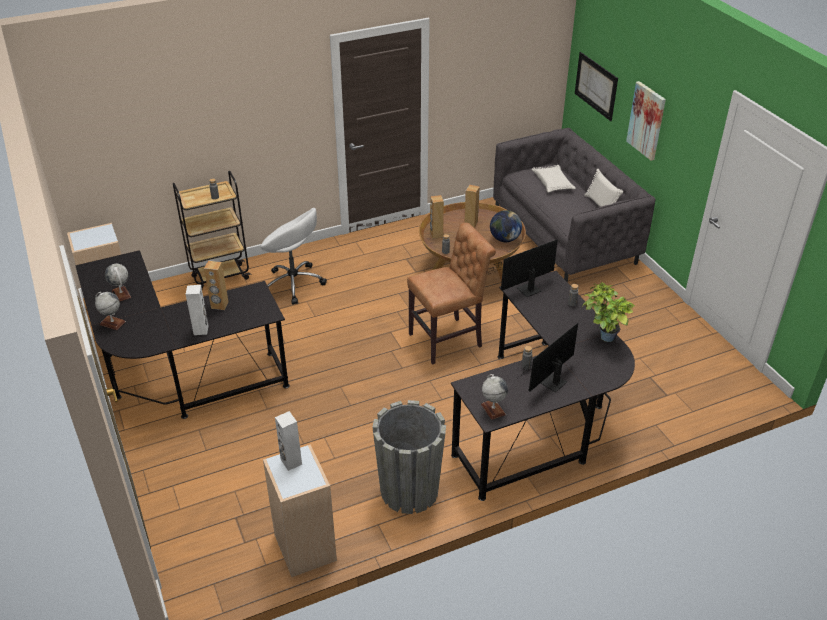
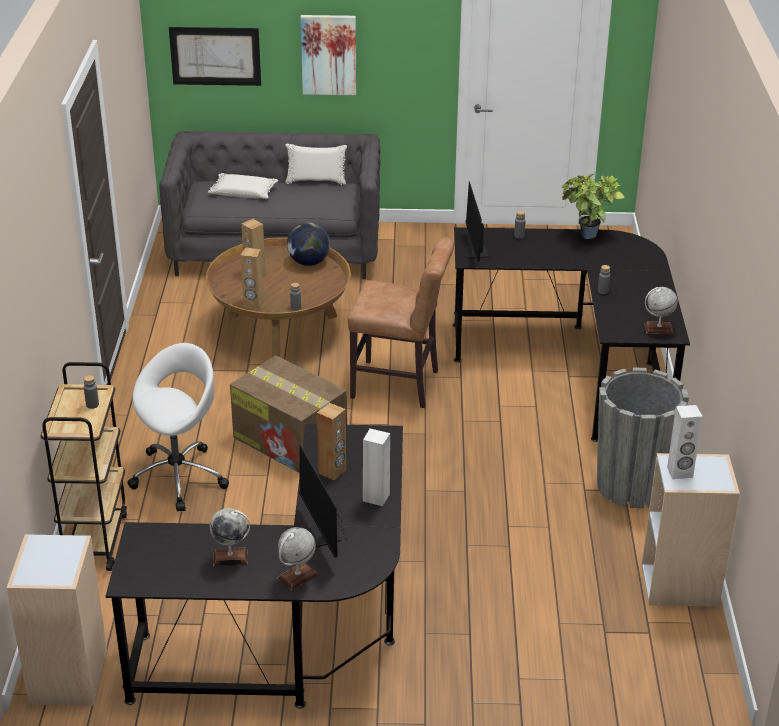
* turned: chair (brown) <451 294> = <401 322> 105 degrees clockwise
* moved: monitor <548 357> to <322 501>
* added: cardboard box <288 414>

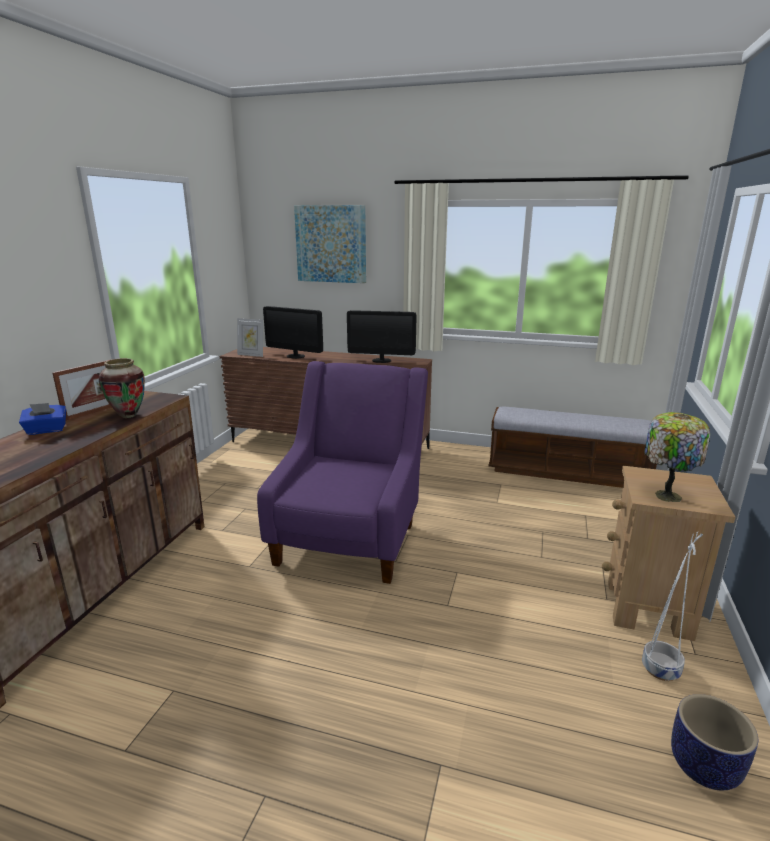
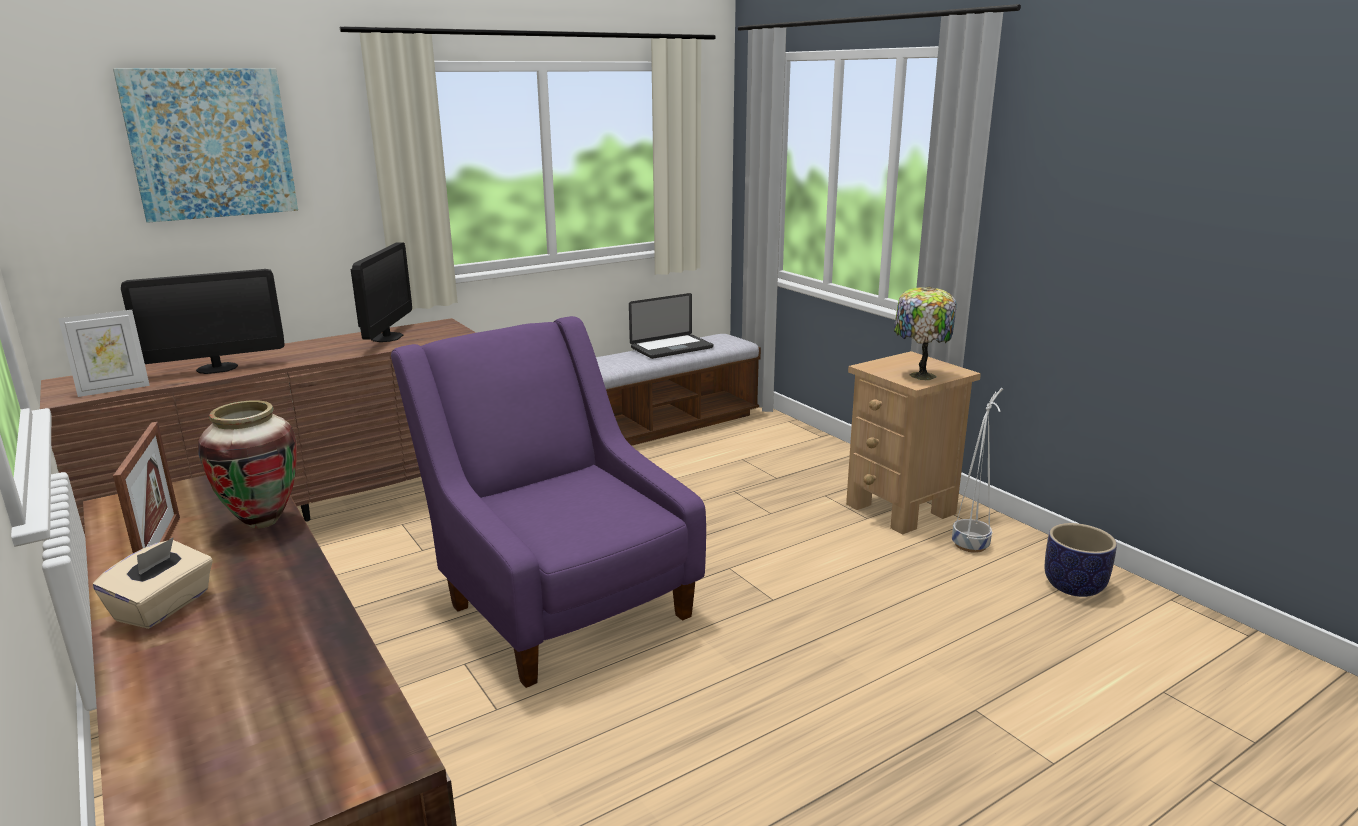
* recoloured: tissue box (blue) <42 419> to tissue box (beige) <153 583>
* turned: monitor <382 336> = <381 292> 45 degrees counterclockwise
* added: laptop <671 326>

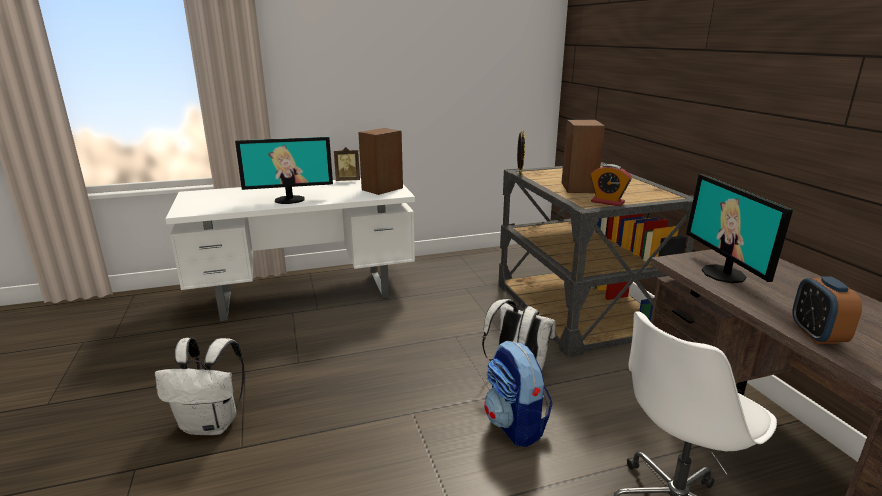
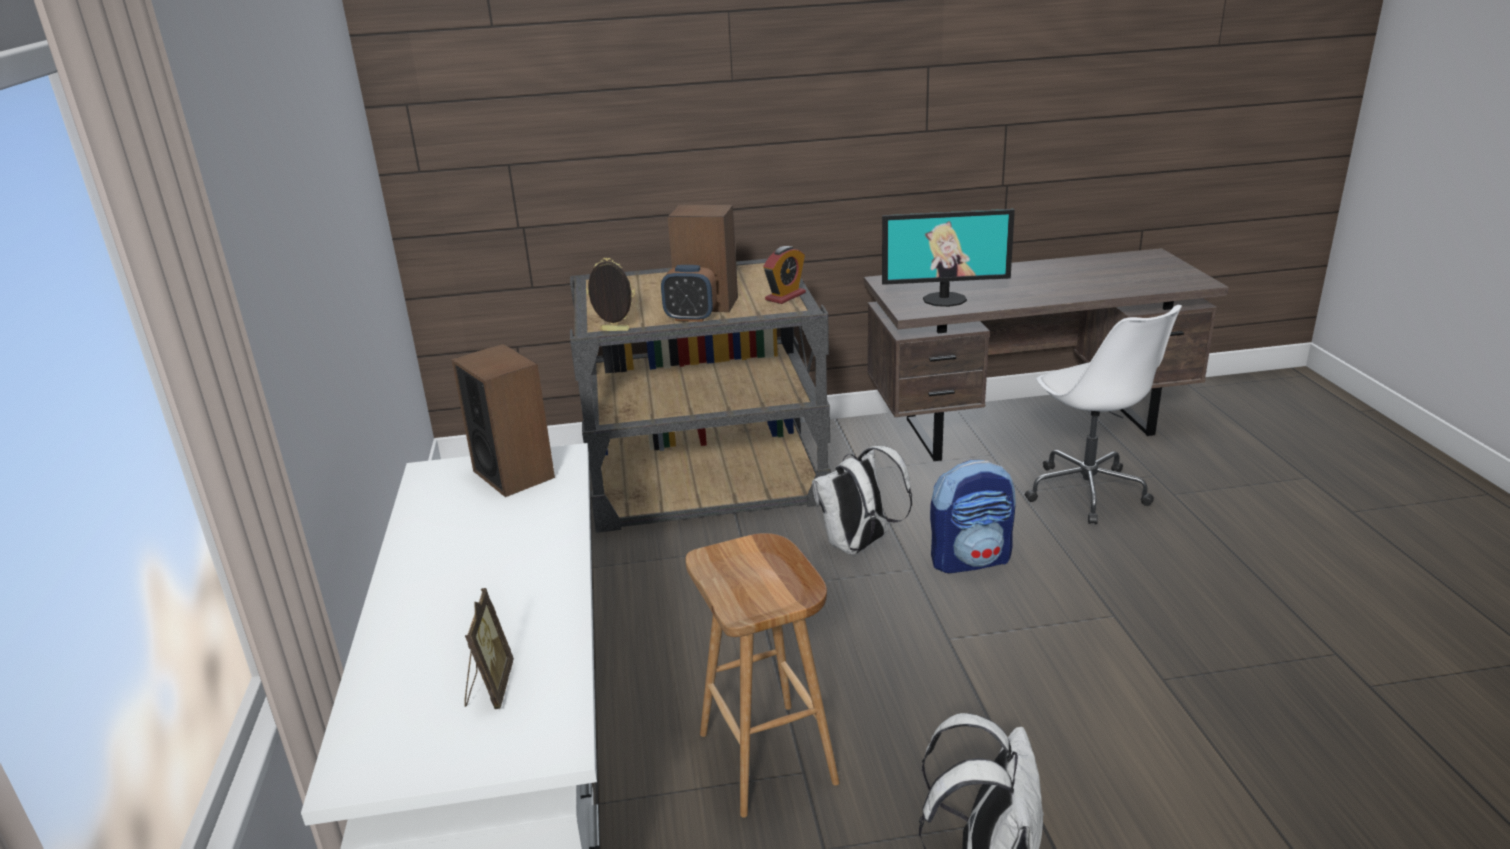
* removed: monitor <284 170>
* moved: picture frame <347 164> to <489 648>
* moved: alarm clock <827 310> to <689 293>
* added: stool (brown) <762 675>

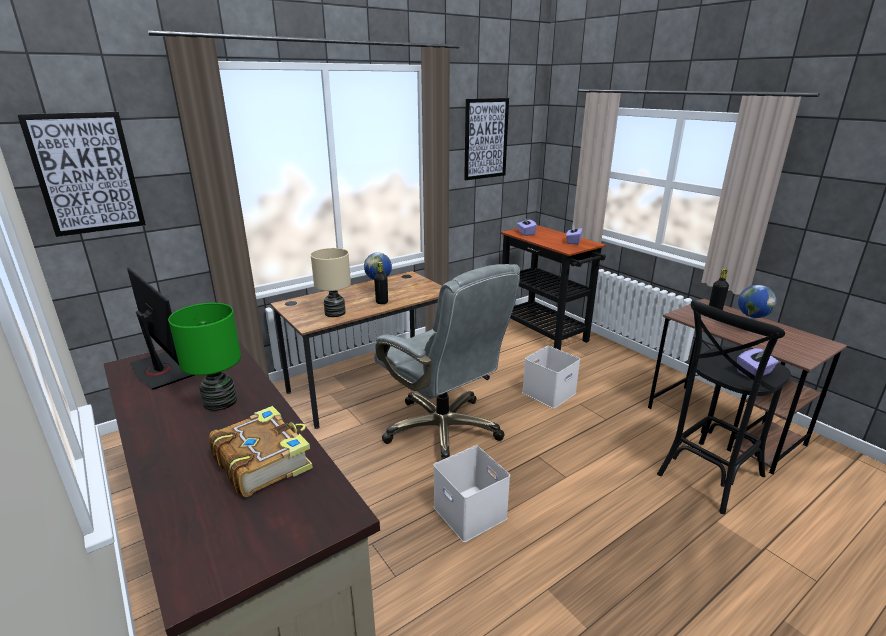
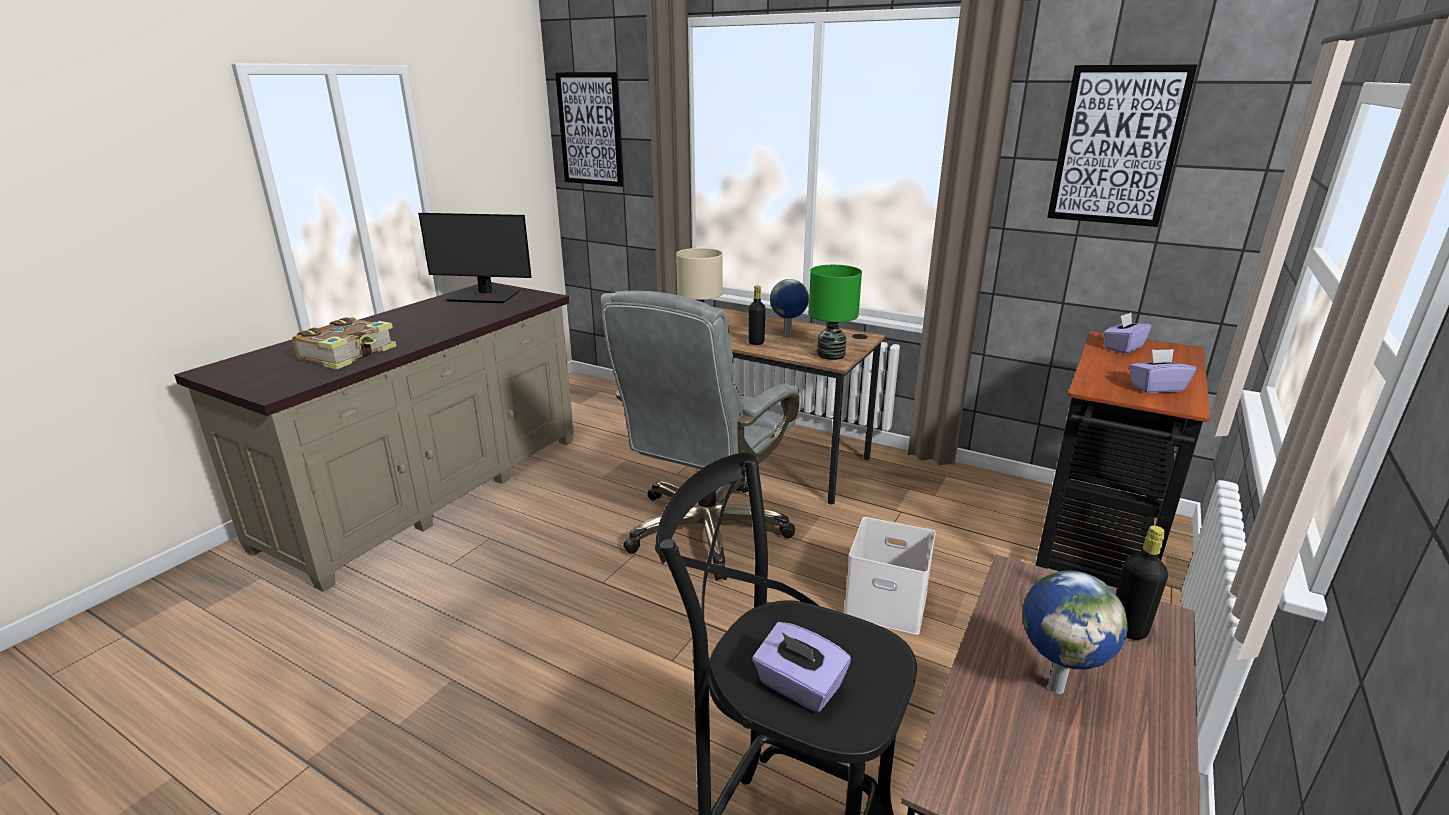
* turned: monitor <161 329> = <475 258> 75 degrees clockwise
* moved: table lamp (green) <204 357> to <835 312>
* removed: storage box (white) <471 493>

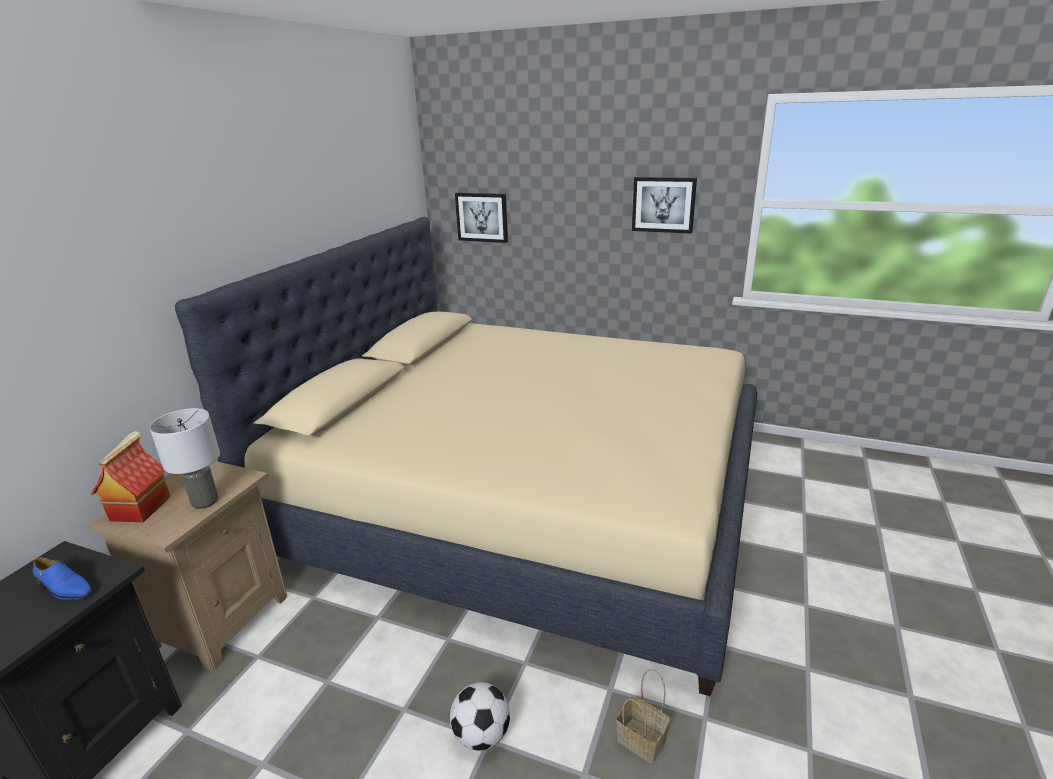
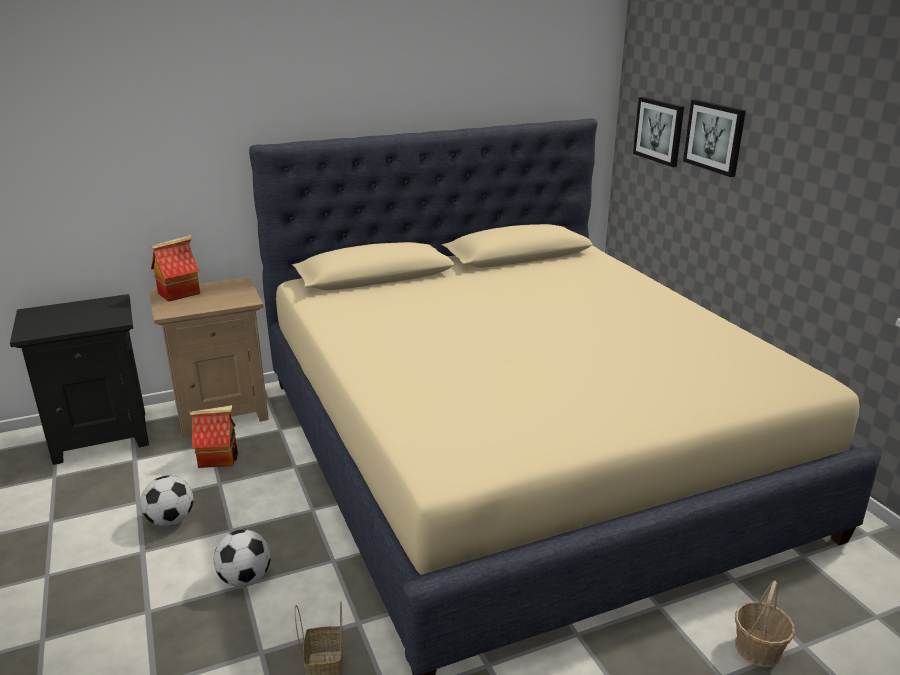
* removed: shoe (blue) <62 578>
* removed: table lamp (white) <184 458>
* moved: picture <664 205> to <714 138>
* added: football <166 501>
* added: toy house <213 436>
* added: basket <765 624>

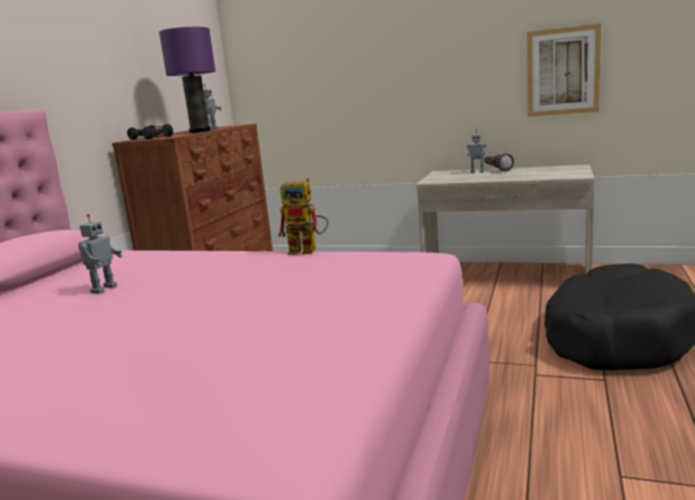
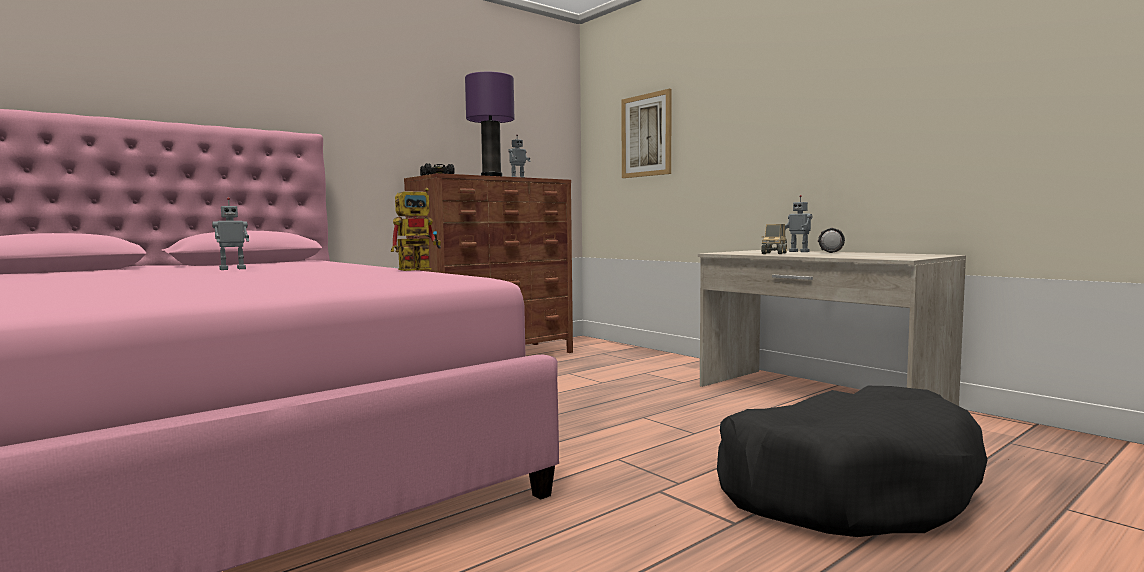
* turned: toy robot <303 216> = <416 229> 75 degrees counterclockwise
* moved: picture <564 70> to <646 133>
* added: toy truck <774 239>

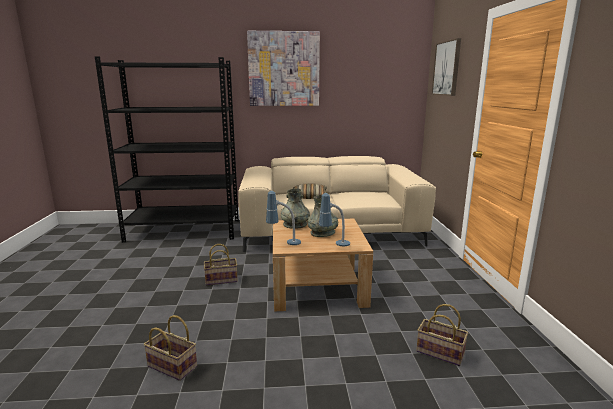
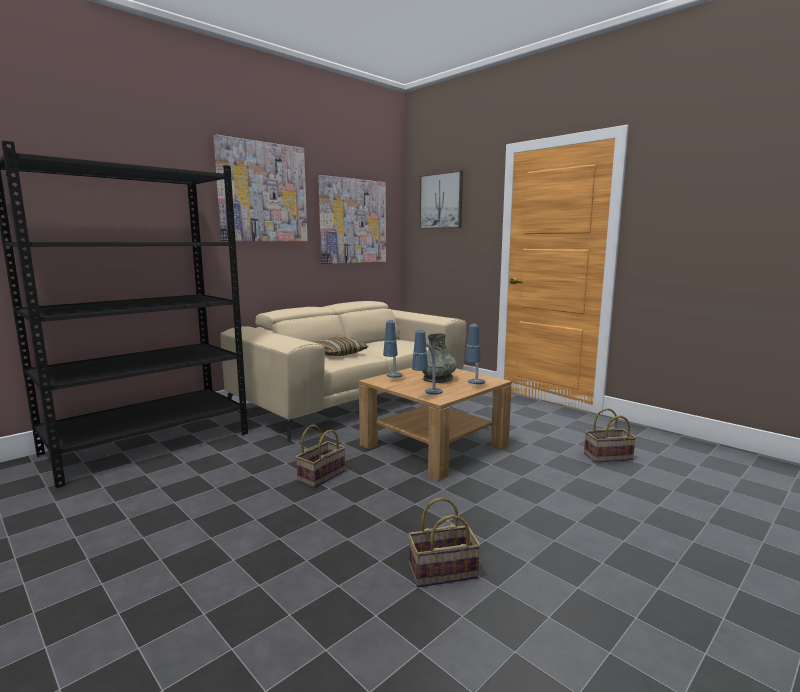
* replaced: vase (grey) <295 208> to table lamp <392 349>
* added: picture <352 219>

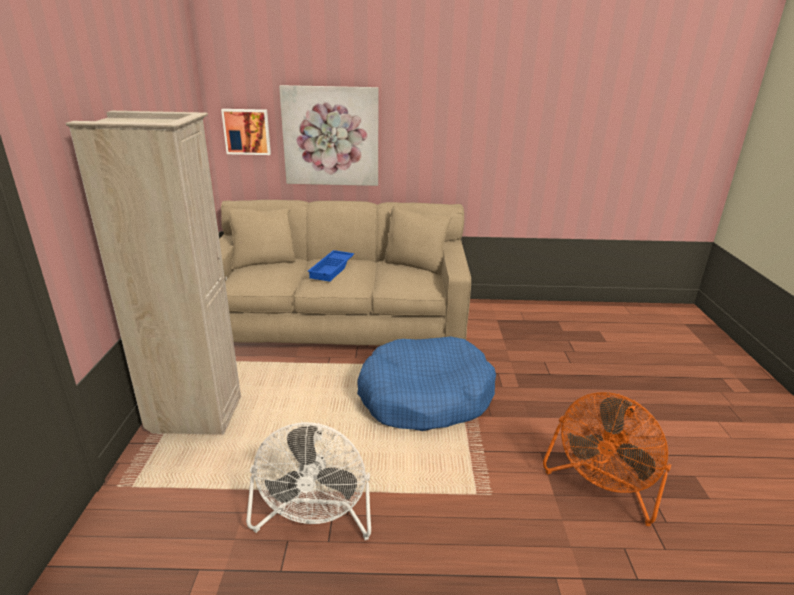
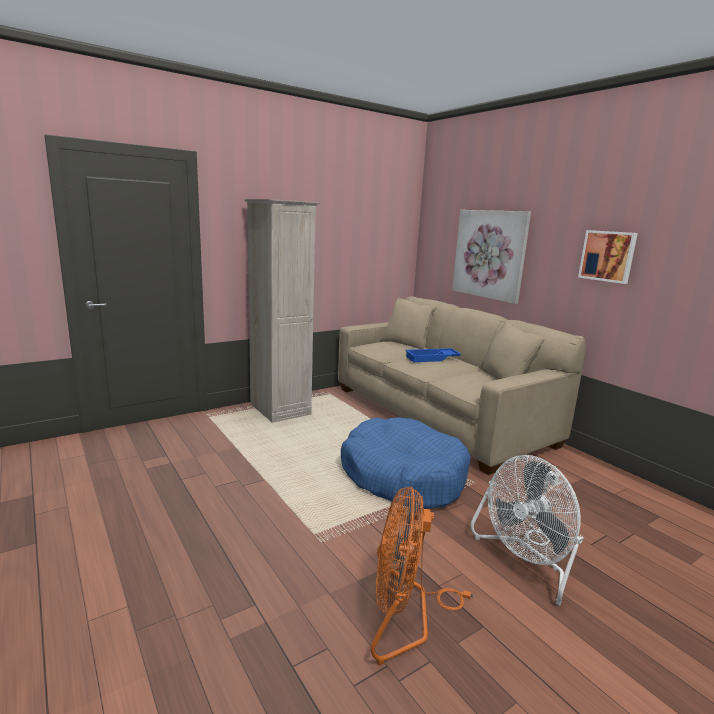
* moved: picture <246 132> to <608 257>
* moved: fan (white) <308 481> to <527 530>

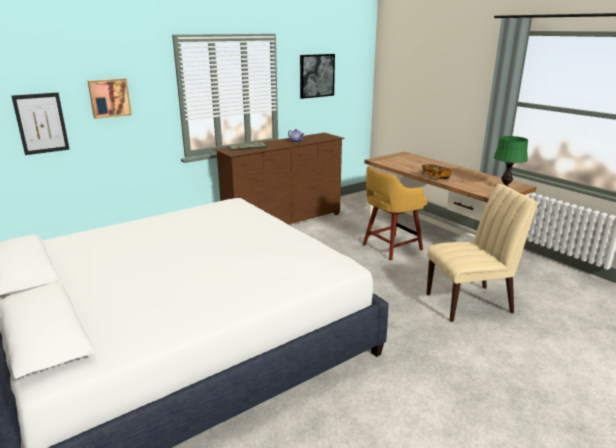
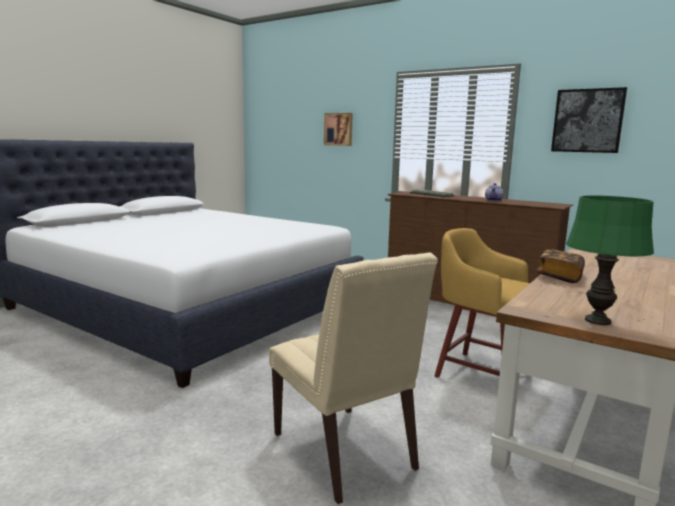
* removed: picture <40 124>

